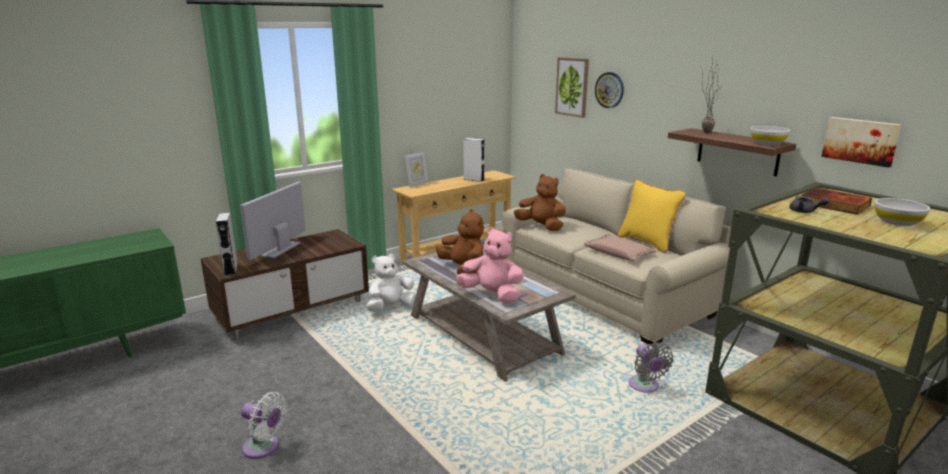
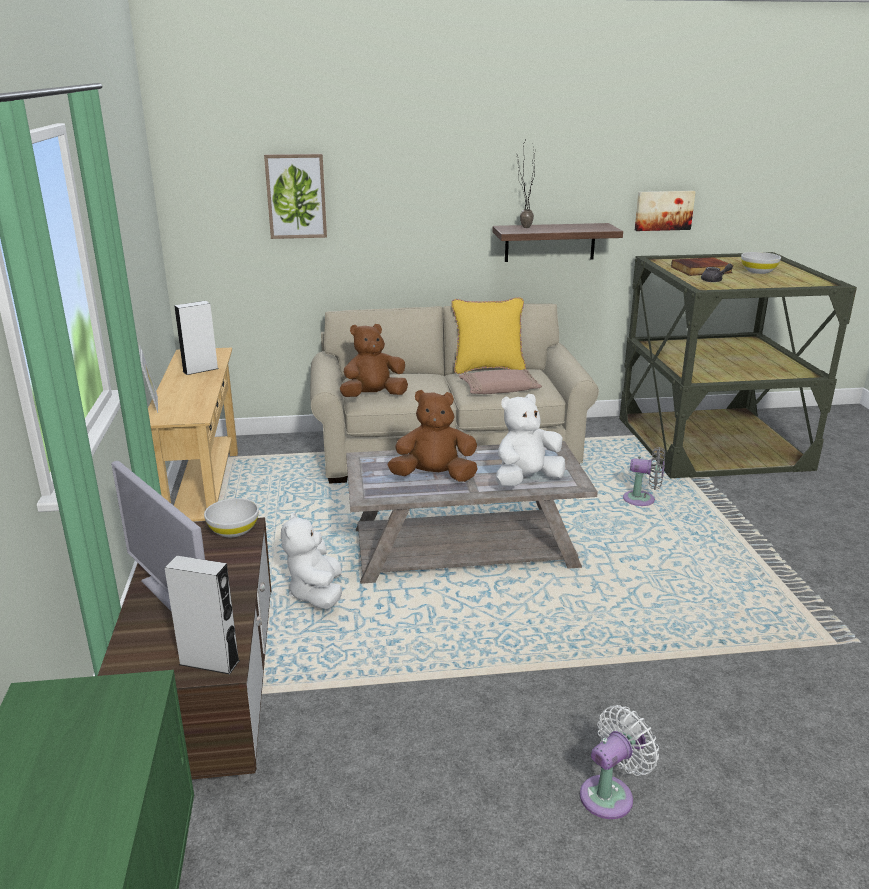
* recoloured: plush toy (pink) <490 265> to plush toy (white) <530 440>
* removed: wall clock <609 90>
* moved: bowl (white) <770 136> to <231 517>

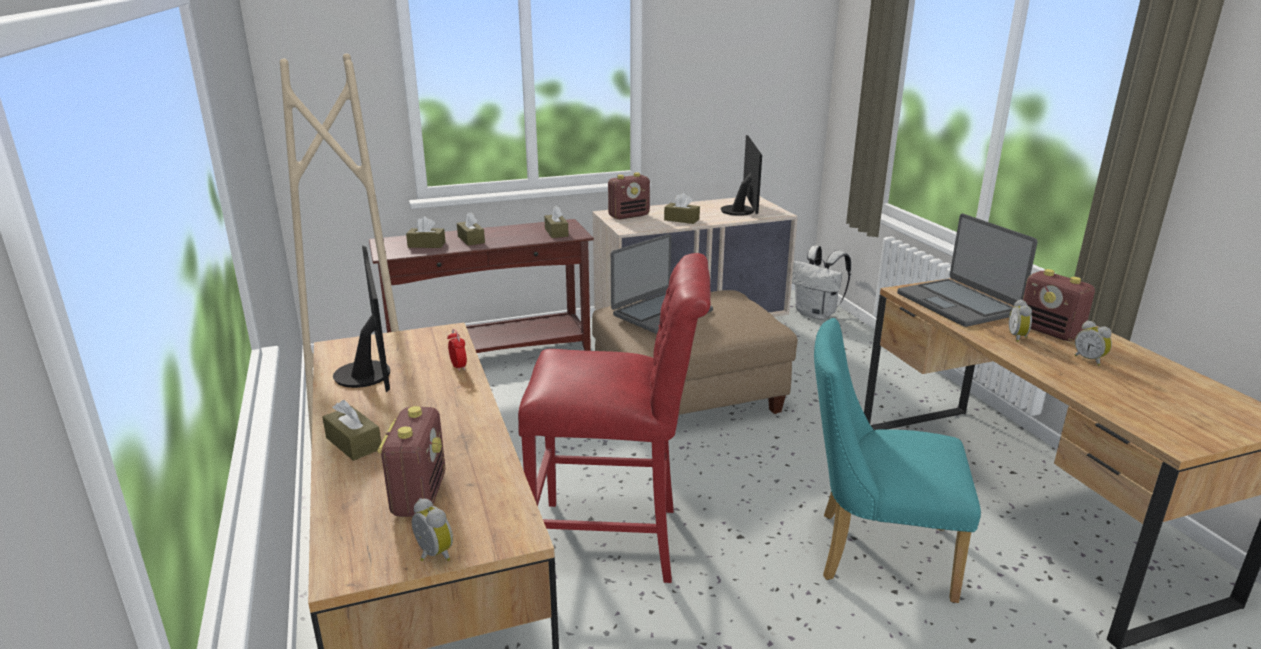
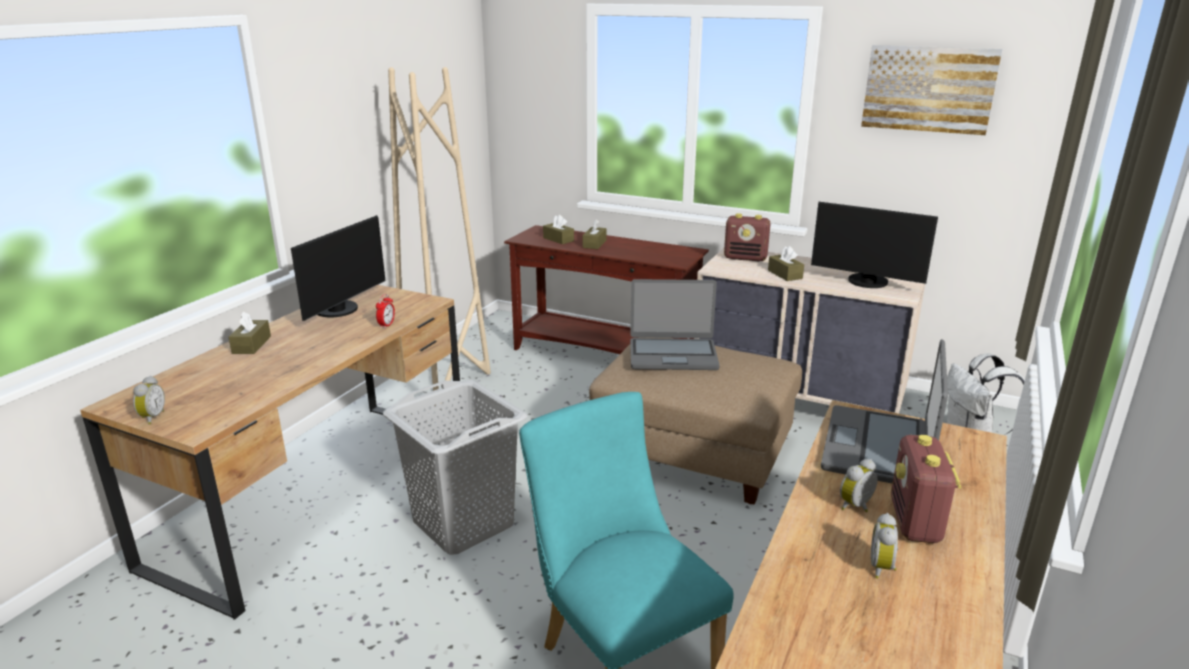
* removed: radio <411 461>
* replaced: stool (red) <614 418> to laundry basket (grey) <455 467>
* removed: tissue box (brown) <556 222>
* turned: monitor <741 175> = <874 245> 75 degrees clockwise
* added: picture <932 90>

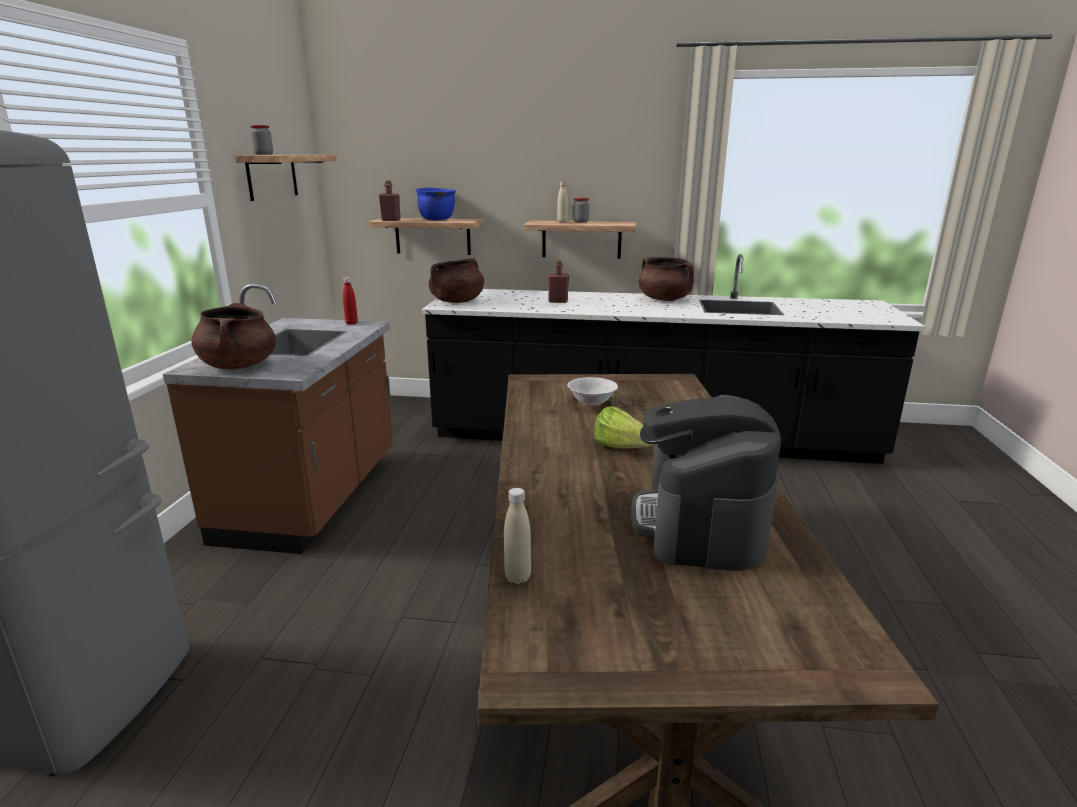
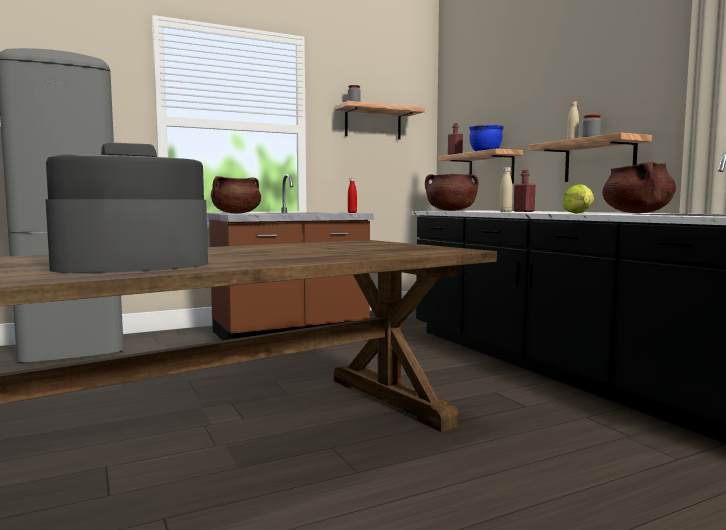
* moved: bottle (beige) <517 536> to <506 189>
* removed: bowl (white) <592 391>
* moved: lettuce <623 427> to <578 198>

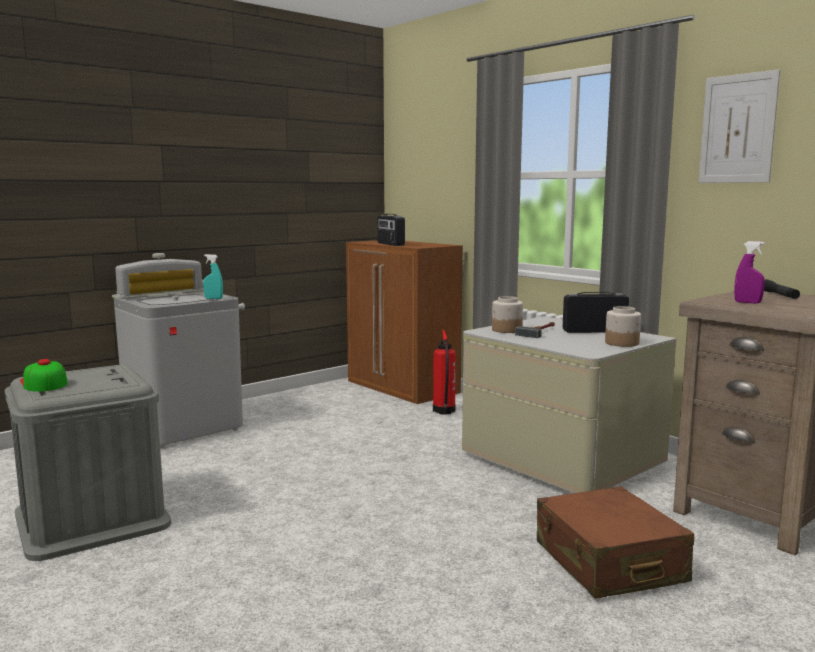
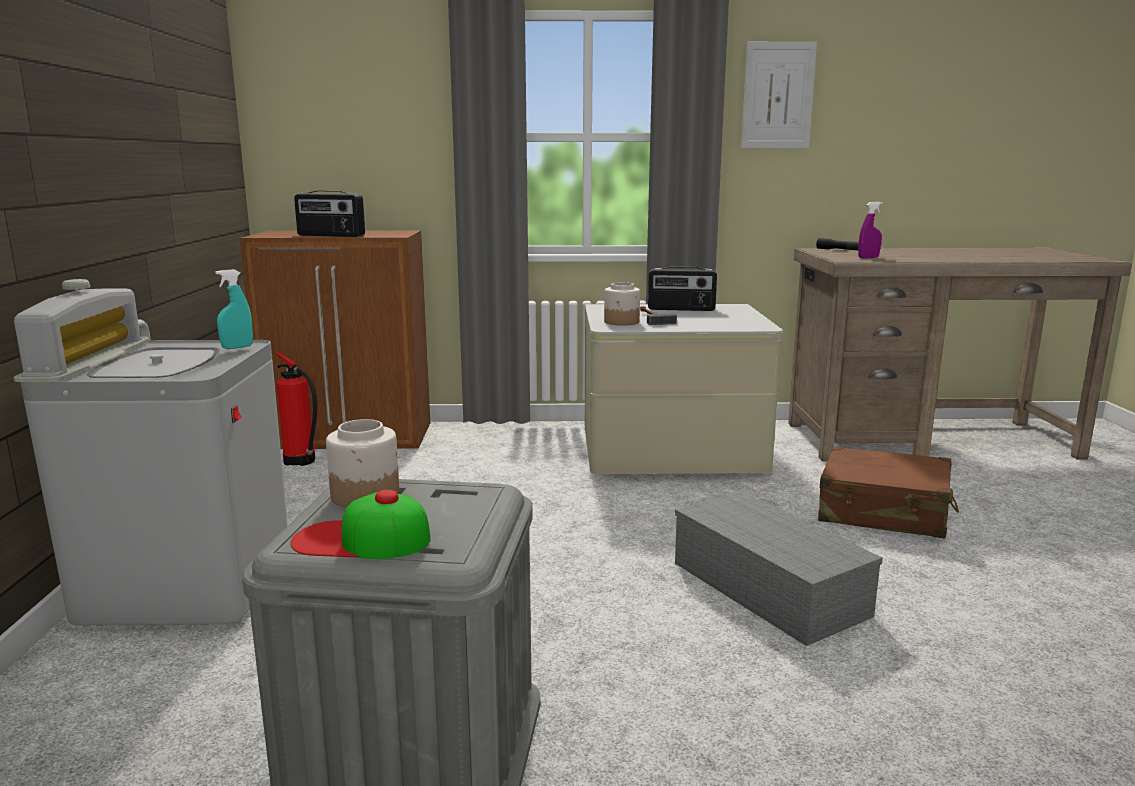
* moved: fire extinguisher <444 372> to <297 409>
* turned: radio <596 312> = <682 288> 120 degrees counterclockwise
* moved: jar <623 326> to <362 463>
* added: storage box (grey) <779 568>

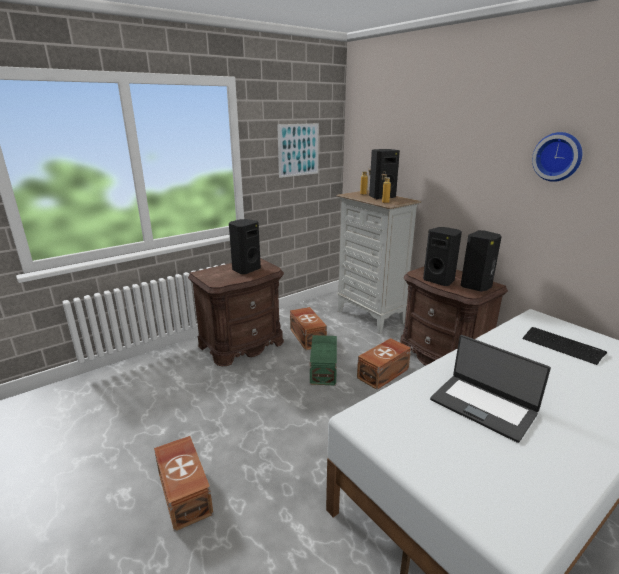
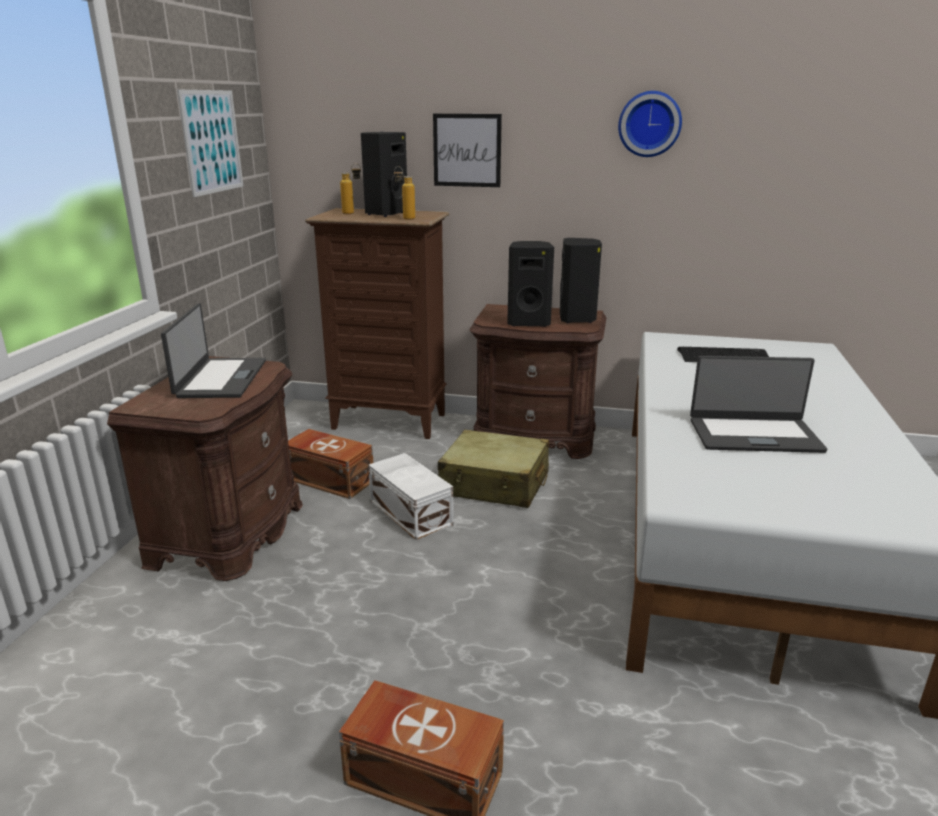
* replaced: speaker (black) <245 246> to laptop <213 350>
* recoloured: storage box (green) <323 360> to storage box (white) <411 496>
* recoloured: dresser (white) <379 262> to dresser (brown) <377 323>
* replaced: storage box (brown) <384 364> to suitcase (beige) <493 469>
* added: picture <467 150>

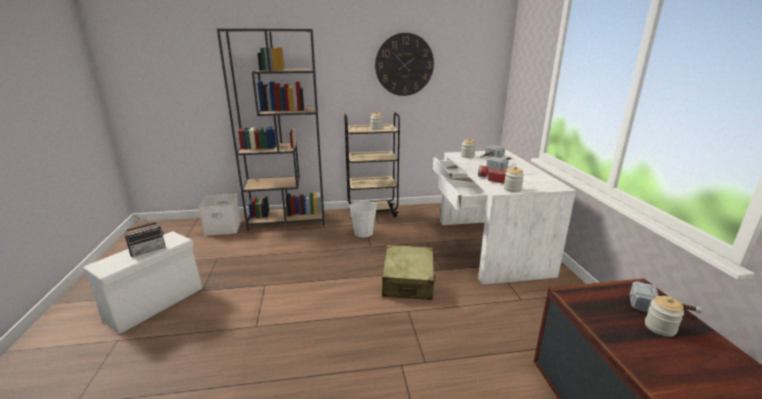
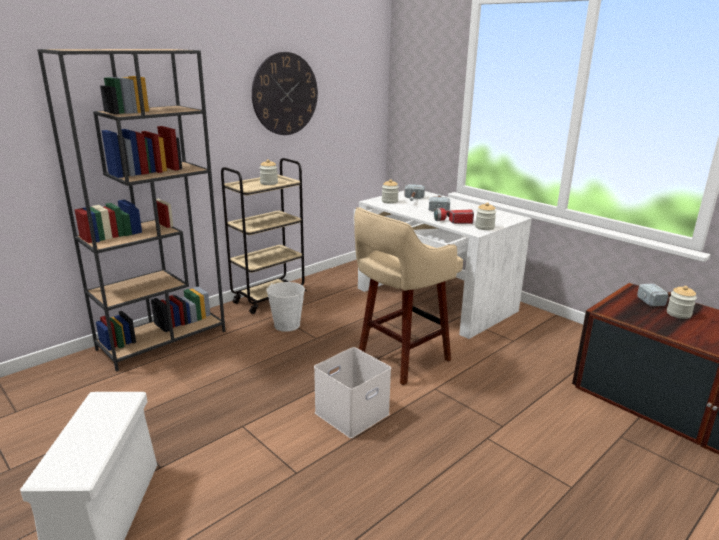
* removed: radio <145 236>
* moved: storage box (white) <220 215> to <352 392>
* replaced: suitcase (beige) <409 272> to stool (beige) <408 296>

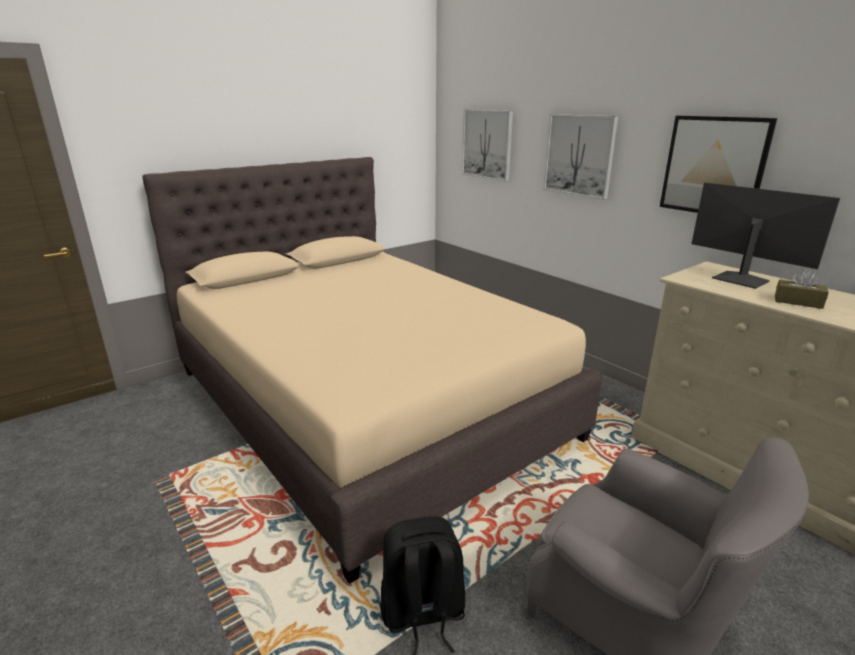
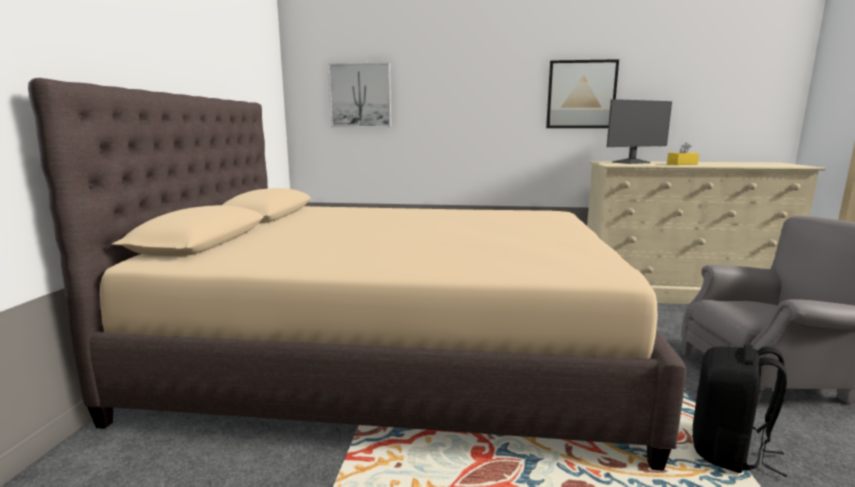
* removed: picture <581 157>
* turned: monitor <765 236> = <639 131> 150 degrees clockwise
* recoloured: tissue box (brown) <802 289> to tissue box (yellow) <683 153>

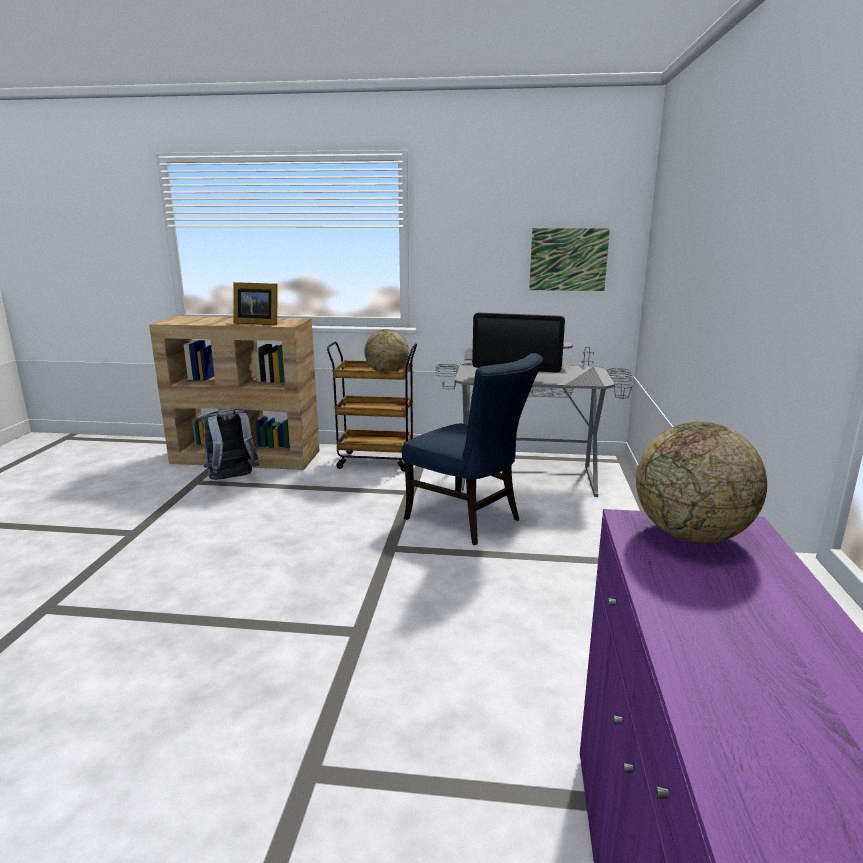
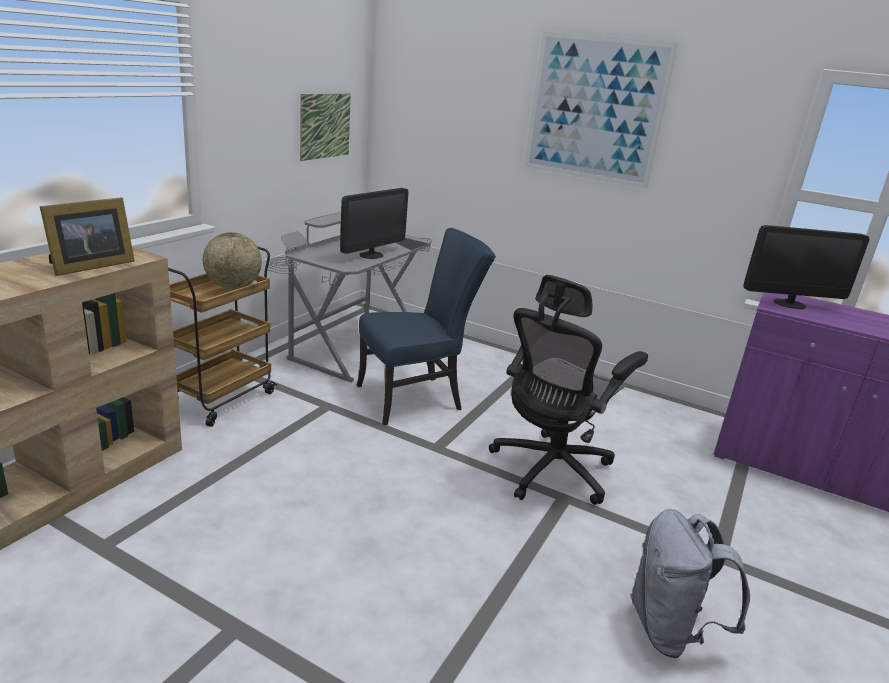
* moved: backpack (grey) <230 444> to <690 583>
* replaced: globe <701 482> to monitor <806 267>
* added: office chair <568 390>
* added: picture <601 109>

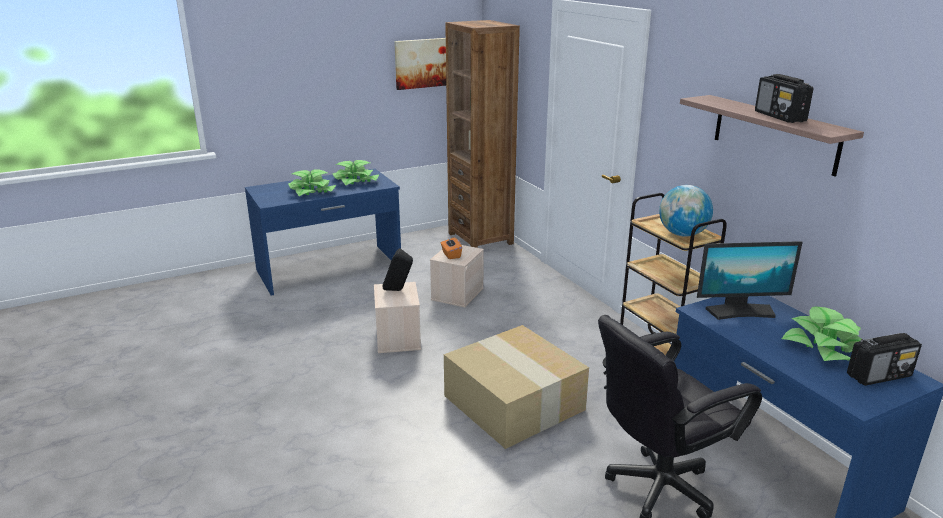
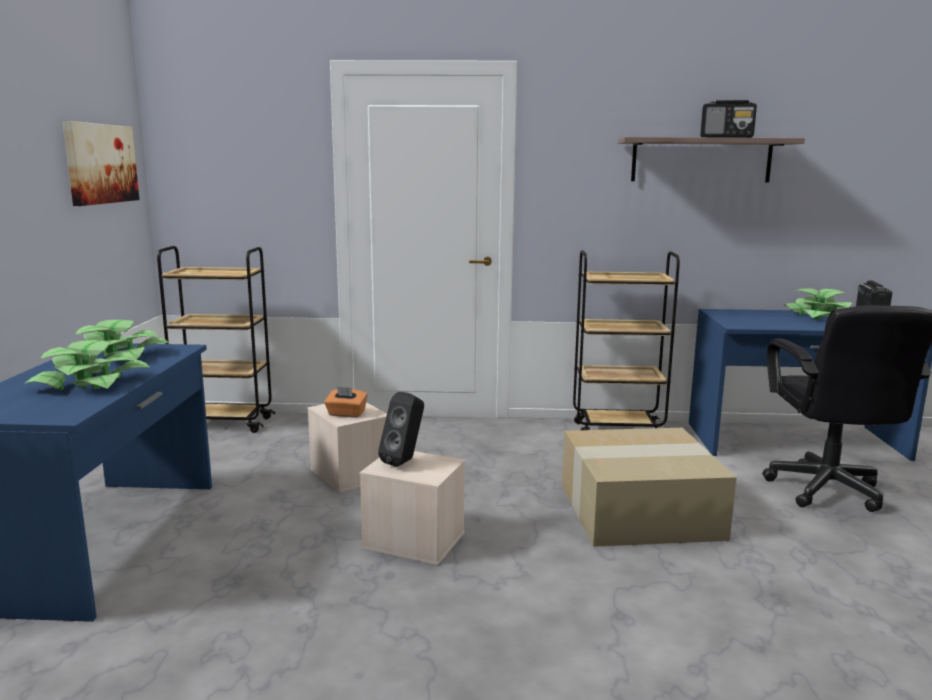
* replaced: bookcase (brown) <482 134> to cart (brown) <216 339>
* removed: globe <686 211>
* removed: monitor <750 280>

